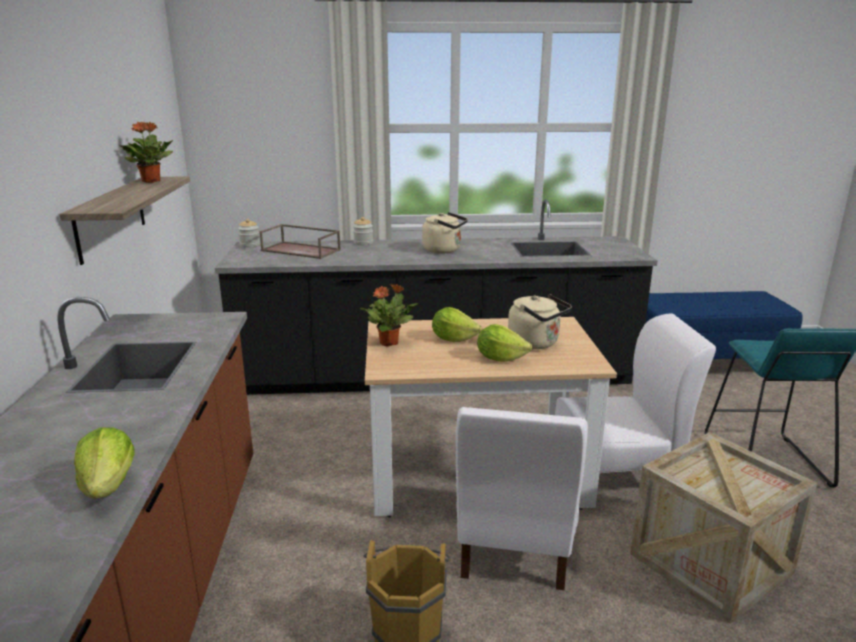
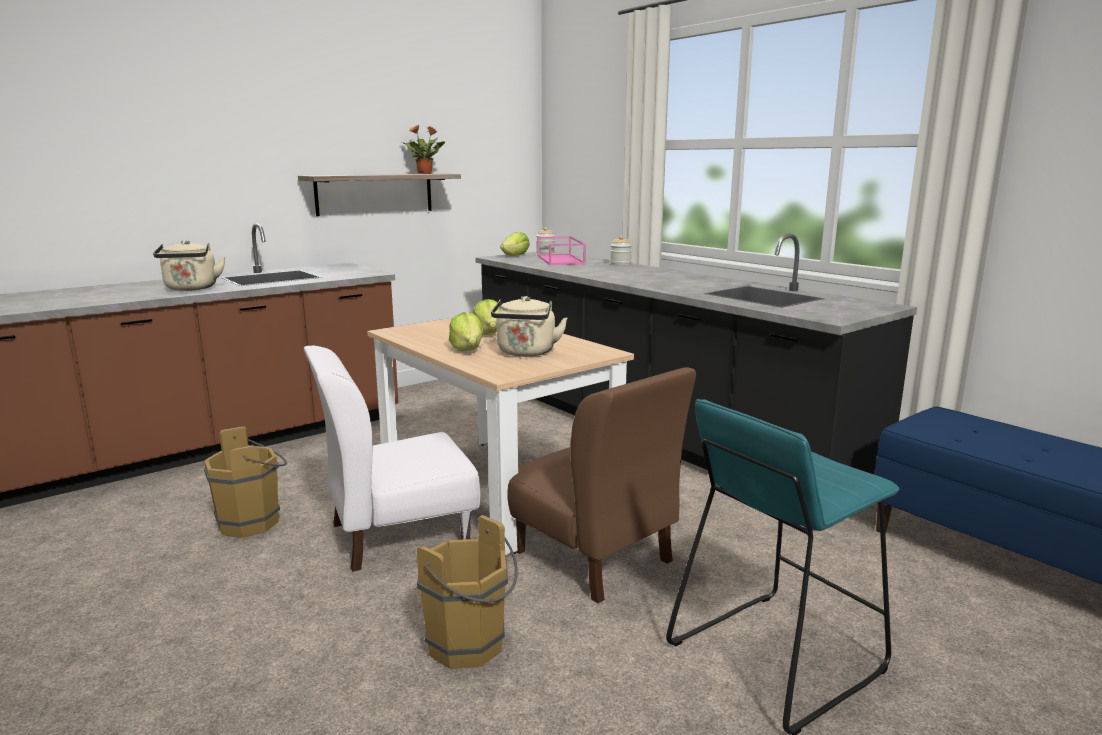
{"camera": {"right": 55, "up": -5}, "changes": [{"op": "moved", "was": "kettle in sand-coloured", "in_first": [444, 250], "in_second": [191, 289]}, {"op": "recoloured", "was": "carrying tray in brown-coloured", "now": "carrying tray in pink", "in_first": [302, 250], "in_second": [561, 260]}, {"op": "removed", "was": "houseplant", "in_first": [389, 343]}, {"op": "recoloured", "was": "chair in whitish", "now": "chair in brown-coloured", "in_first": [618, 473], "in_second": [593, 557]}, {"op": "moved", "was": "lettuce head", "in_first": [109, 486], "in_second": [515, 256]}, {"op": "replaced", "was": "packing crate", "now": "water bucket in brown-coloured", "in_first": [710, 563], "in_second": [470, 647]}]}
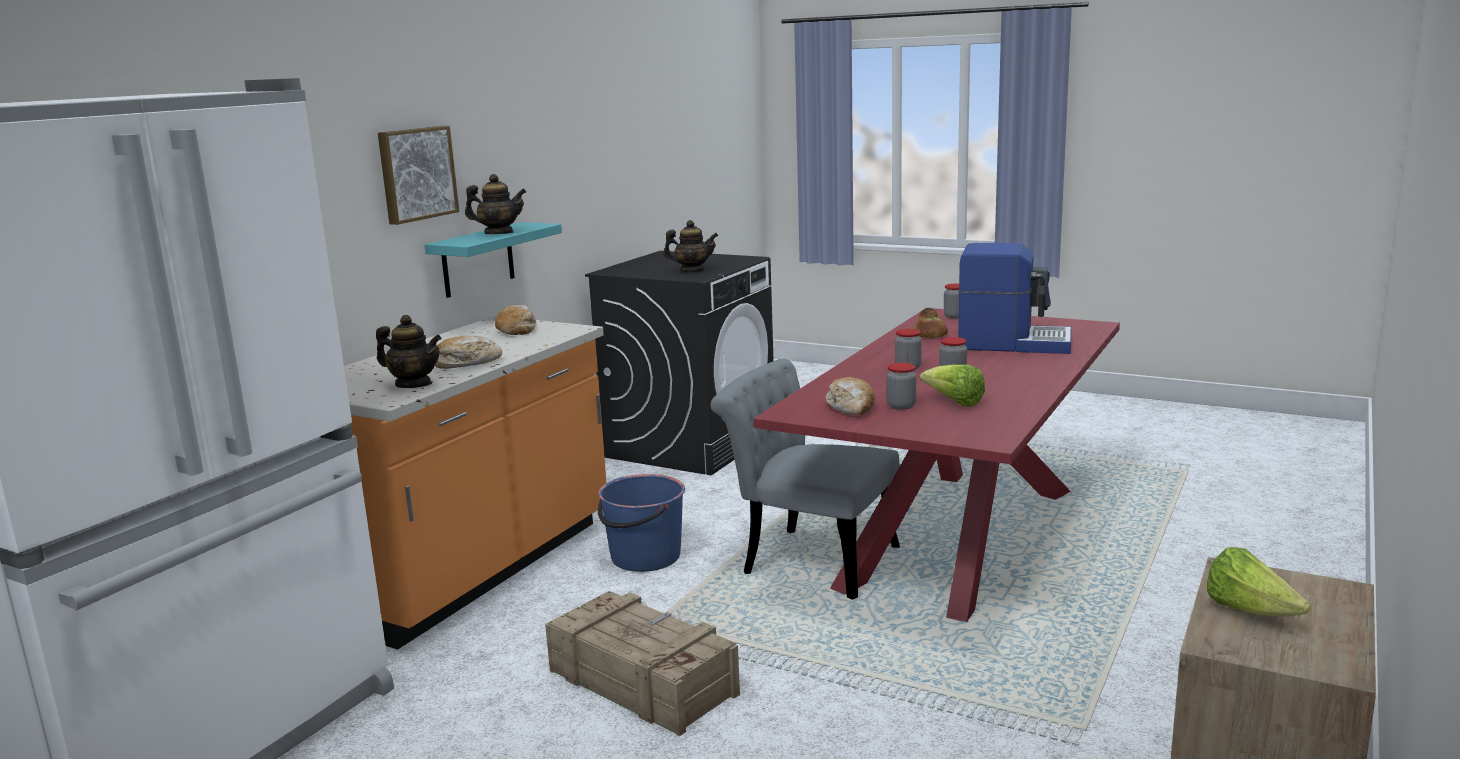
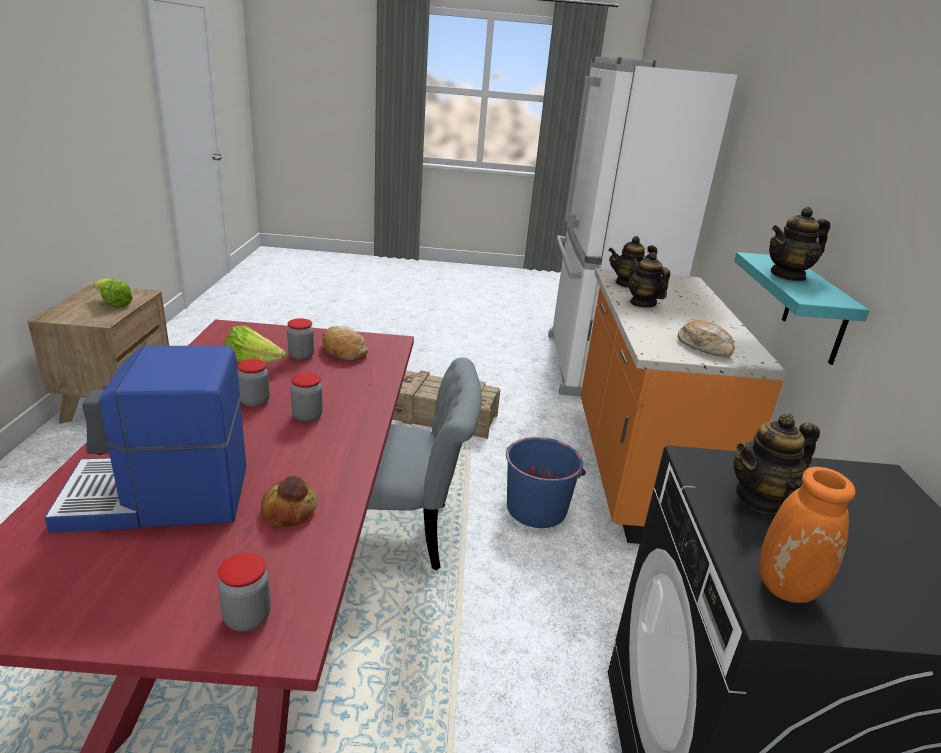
{"camera": {"right": 150, "up": 10}, "changes": [{"op": "removed", "was": "wall art", "in_first": [416, 174]}, {"op": "replaced", "was": "bread", "now": "tea pot", "in_first": [466, 363], "in_second": [642, 303]}, {"op": "added", "now": "flower vase in orangey", "in_second": [789, 588]}]}
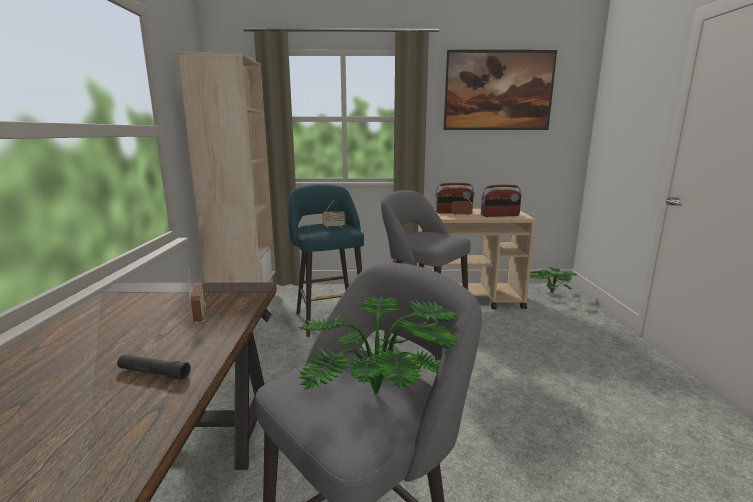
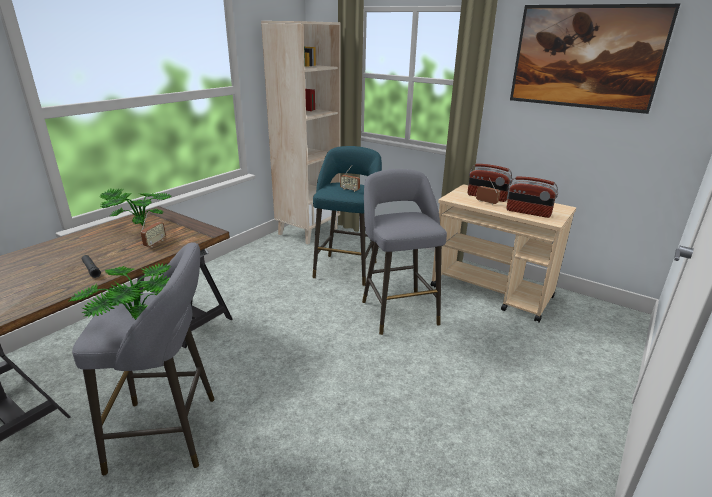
{"camera": {"right": 35, "up": 10}, "changes": [{"op": "moved", "was": "houseplant", "in_first": [549, 293], "in_second": [139, 226]}]}
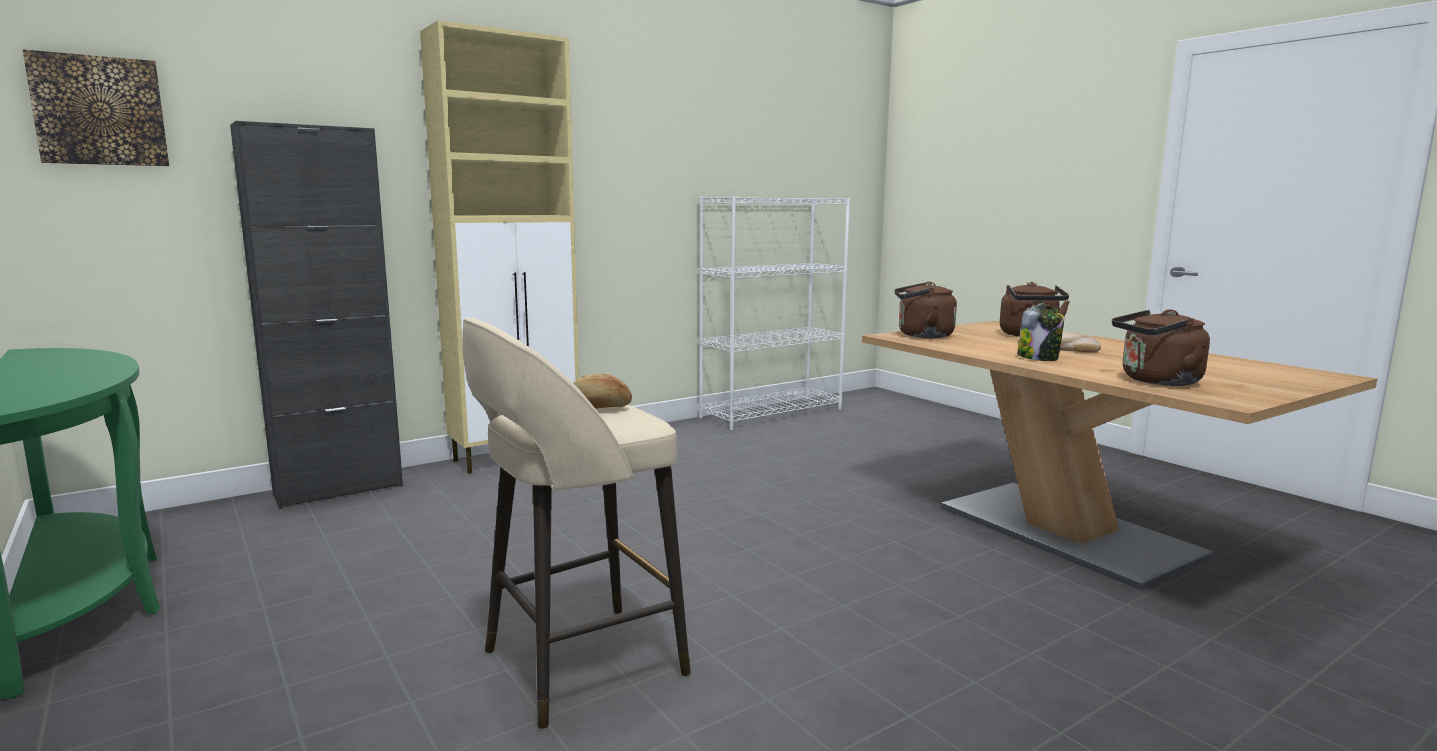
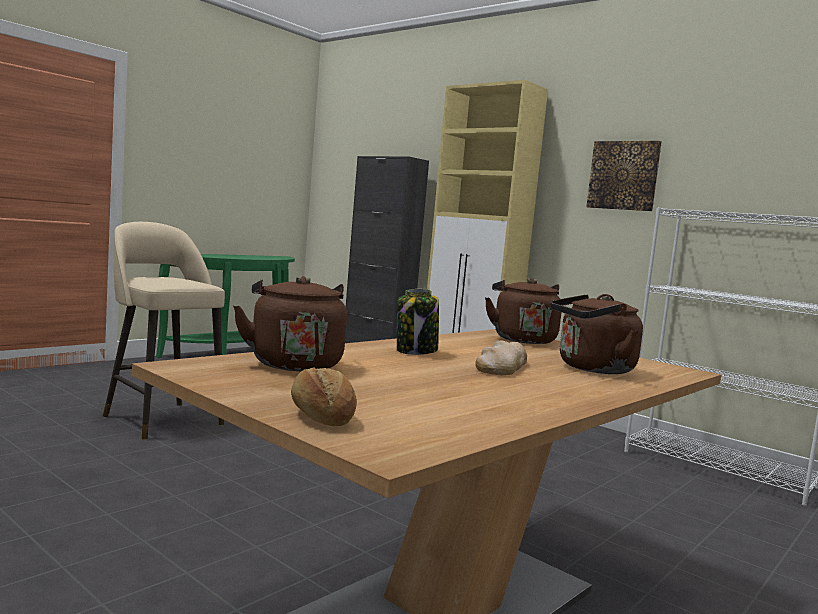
{"camera": {"right": 75, "up": -5}, "changes": [{"op": "moved", "was": "wall art", "in_first": [99, 111], "in_second": [623, 175]}, {"op": "moved", "was": "bread", "in_first": [598, 408], "in_second": [321, 417]}]}
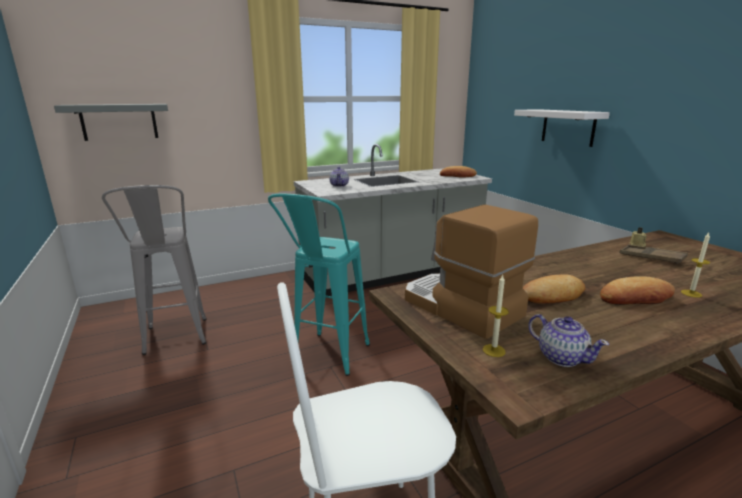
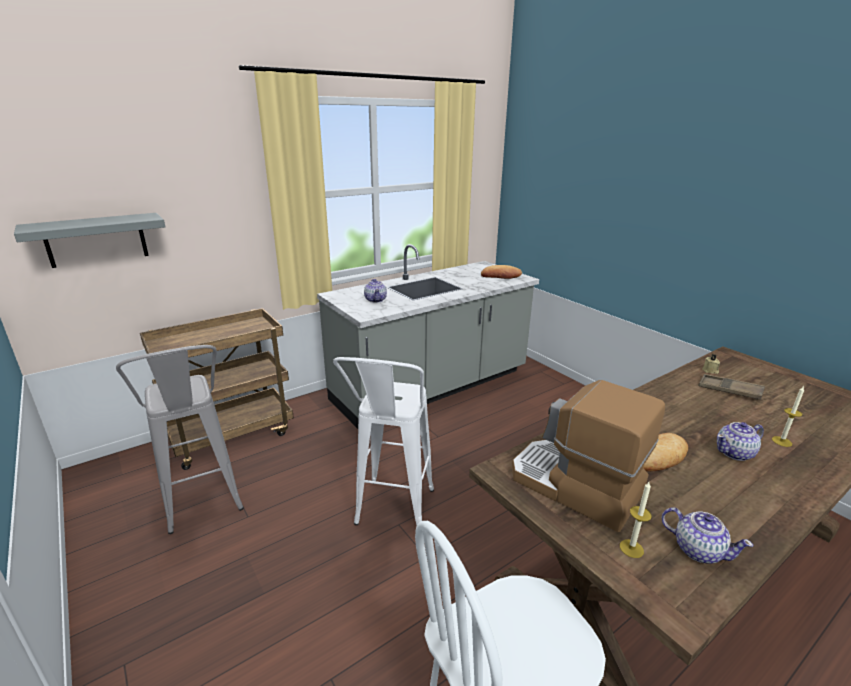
{"camera": {"right": -10, "up": 5}, "changes": [{"op": "removed", "was": "shelf in whitish", "in_first": [568, 127]}, {"op": "recoloured", "was": "stool seat in blue-green", "now": "stool seat in whitish", "in_first": [326, 360], "in_second": [392, 517]}, {"op": "replaced", "was": "bread", "now": "tea pot", "in_first": [635, 298], "in_second": [735, 453]}, {"op": "added", "now": "cart in brown-coloured", "in_second": [233, 435]}]}
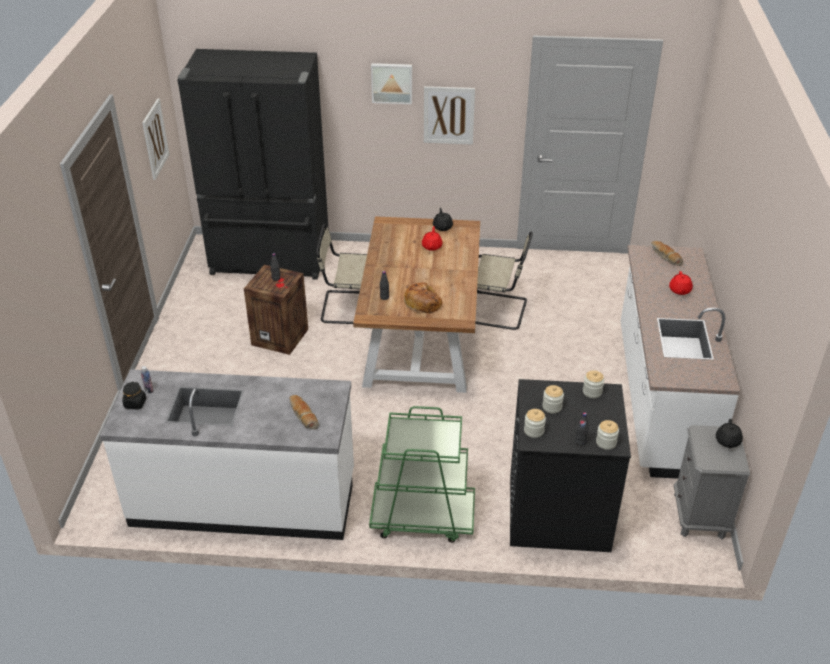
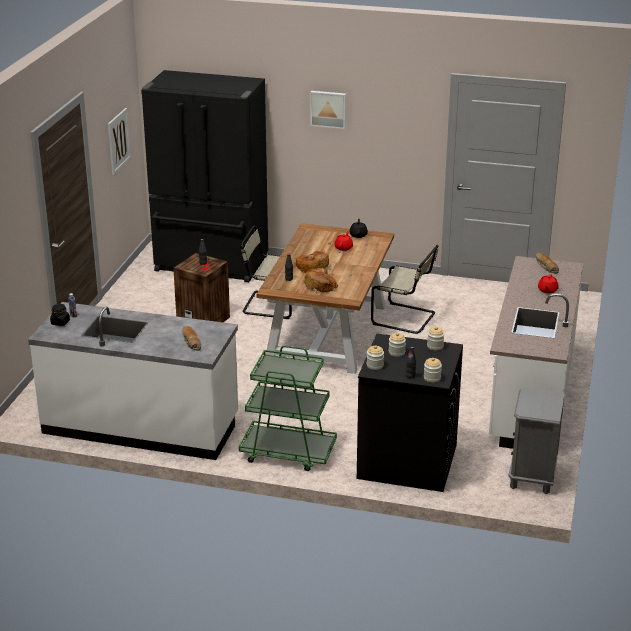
{"camera": {"right": 10, "up": -10}, "changes": [{"op": "removed", "was": "wall art", "in_first": [448, 115]}, {"op": "removed", "was": "tea pot in black", "in_first": [727, 441]}, {"op": "added", "now": "bread", "in_second": [311, 267]}]}
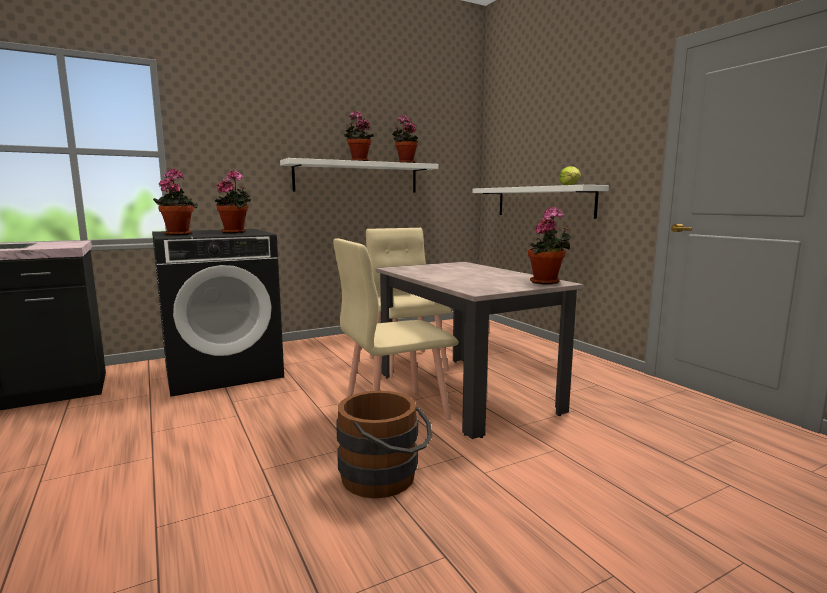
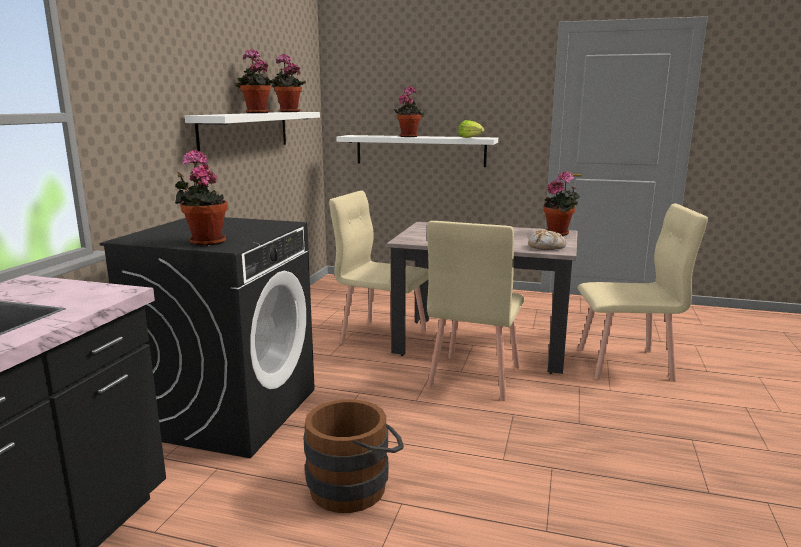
{"camera": {"right": -45, "up": 5}, "changes": [{"op": "moved", "was": "houseplant", "in_first": [236, 232], "in_second": [409, 136]}, {"op": "moved", "was": "water bucket in brown-coloured", "in_first": [385, 478], "in_second": [355, 486]}, {"op": "added", "now": "chair in sand-coloured", "in_second": [625, 364]}, {"op": "added", "now": "bread", "in_second": [547, 247]}]}
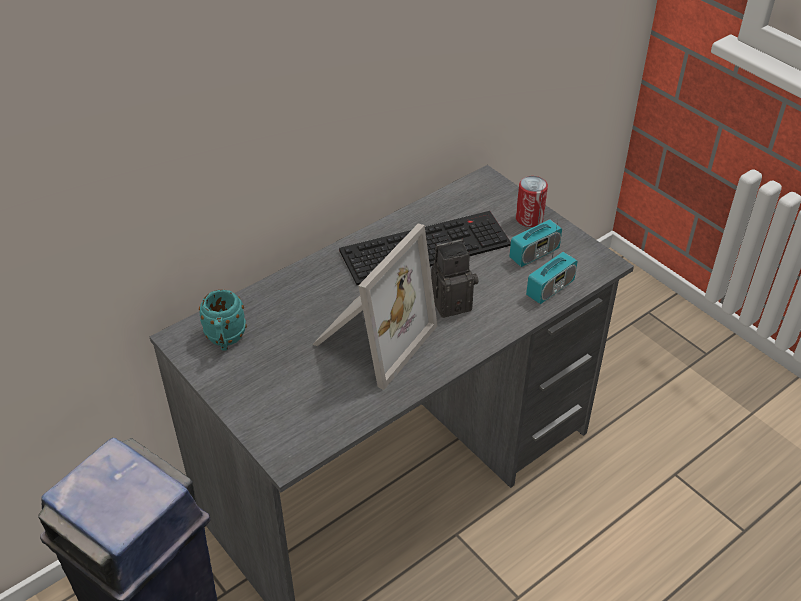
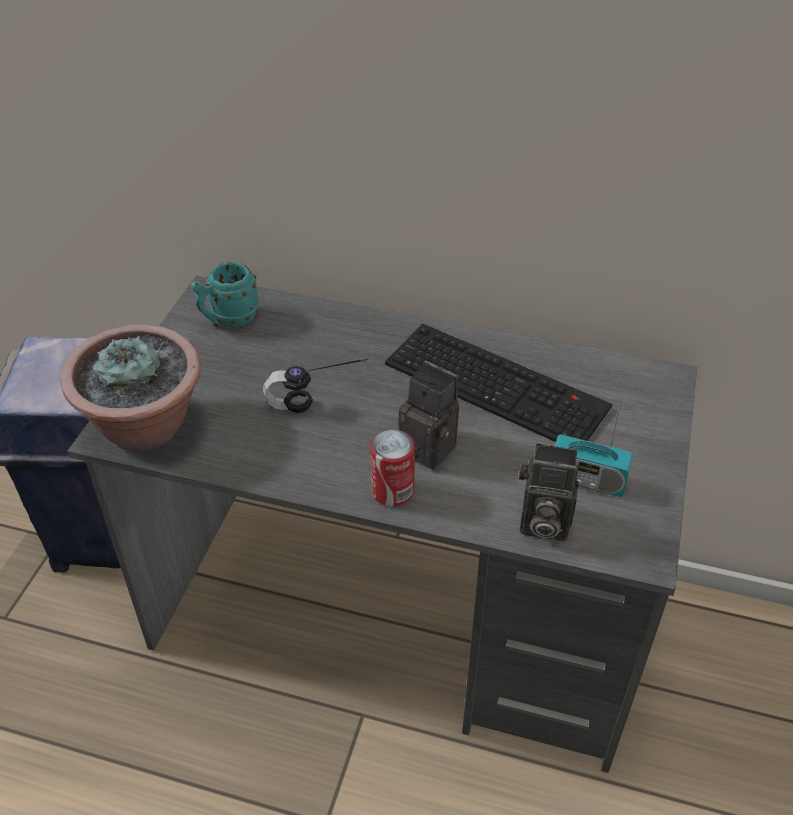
{"camera": {"right": 55, "up": 0}, "changes": [{"op": "moved", "was": "metal can", "in_first": [529, 218], "in_second": [392, 491]}, {"op": "replaced", "was": "radio", "now": "still camera", "in_first": [550, 288], "in_second": [541, 523]}, {"op": "replaced", "was": "photo frame", "now": "headphones", "in_first": [370, 338], "in_second": [317, 412]}, {"op": "added", "now": "houseplant", "in_second": [146, 427]}]}
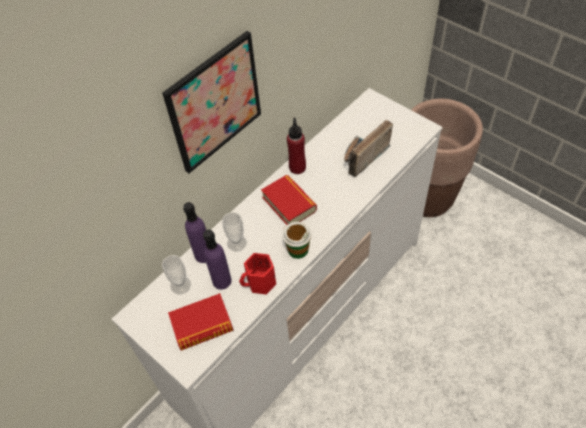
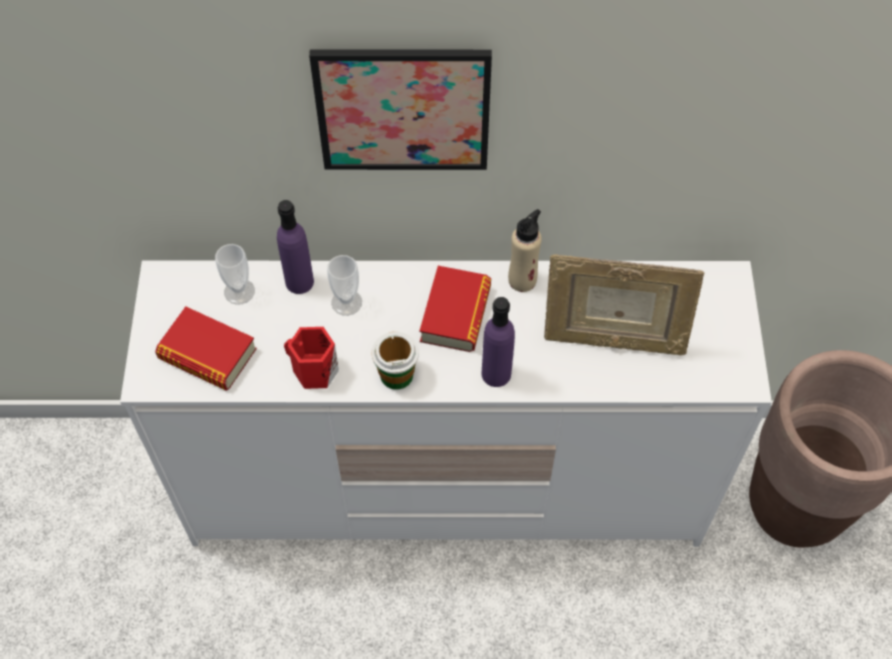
{"camera": {"right": 45, "up": 5}, "changes": [{"op": "recoloured", "was": "drink bottle in reddish", "now": "drink bottle in sand-coloured", "in_first": [297, 167], "in_second": [522, 280]}, {"op": "replaced", "was": "radio", "now": "photo frame", "in_first": [361, 157], "in_second": [612, 340]}, {"op": "moved", "was": "drink bottle in purple", "in_first": [222, 281], "in_second": [496, 373]}]}
